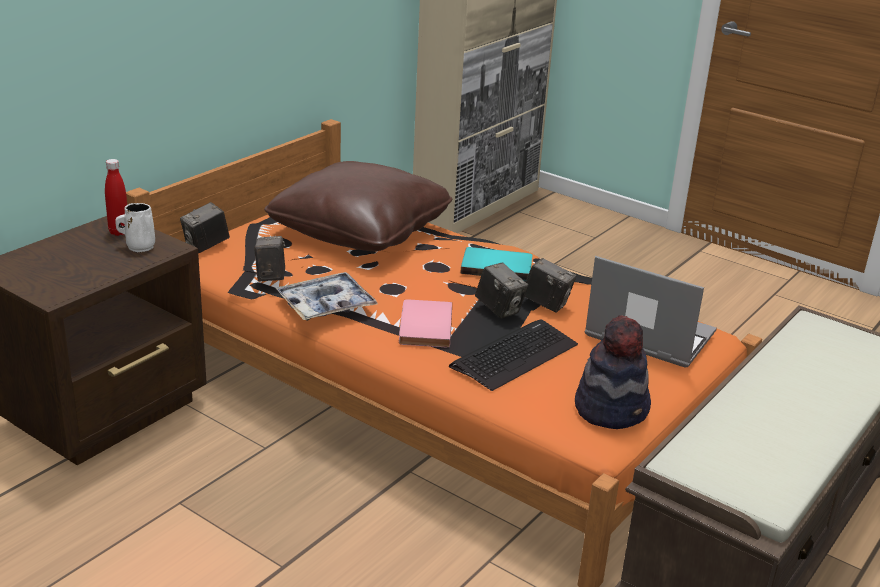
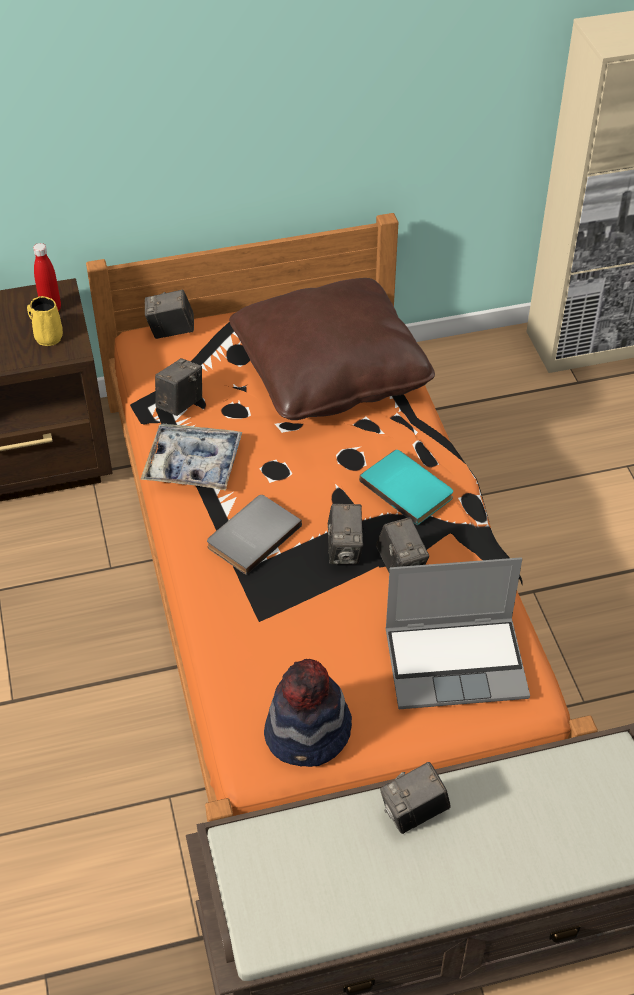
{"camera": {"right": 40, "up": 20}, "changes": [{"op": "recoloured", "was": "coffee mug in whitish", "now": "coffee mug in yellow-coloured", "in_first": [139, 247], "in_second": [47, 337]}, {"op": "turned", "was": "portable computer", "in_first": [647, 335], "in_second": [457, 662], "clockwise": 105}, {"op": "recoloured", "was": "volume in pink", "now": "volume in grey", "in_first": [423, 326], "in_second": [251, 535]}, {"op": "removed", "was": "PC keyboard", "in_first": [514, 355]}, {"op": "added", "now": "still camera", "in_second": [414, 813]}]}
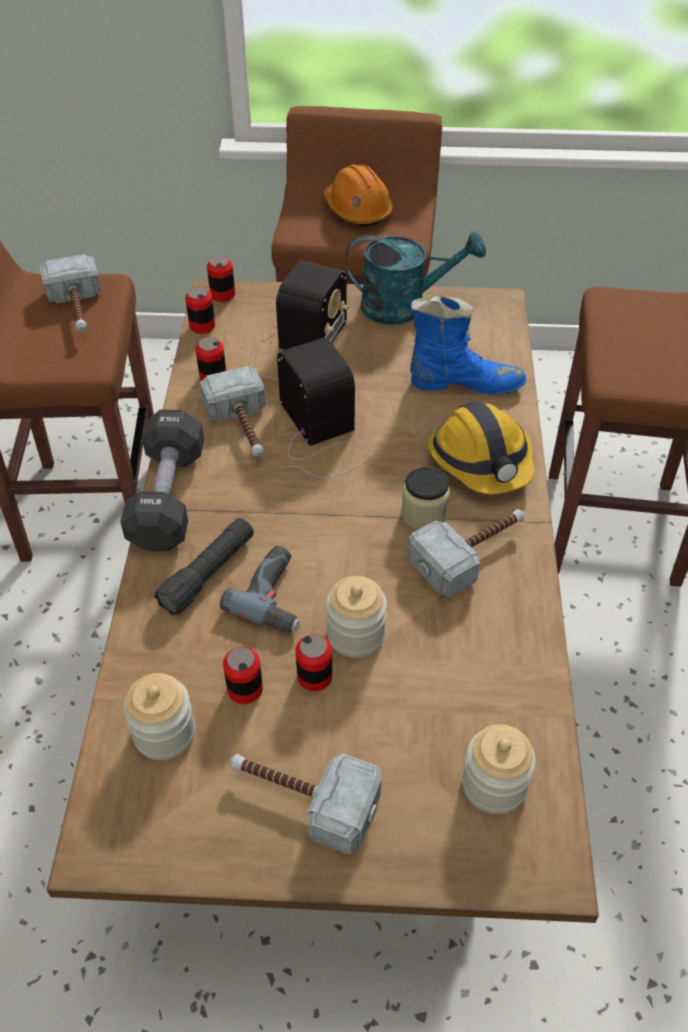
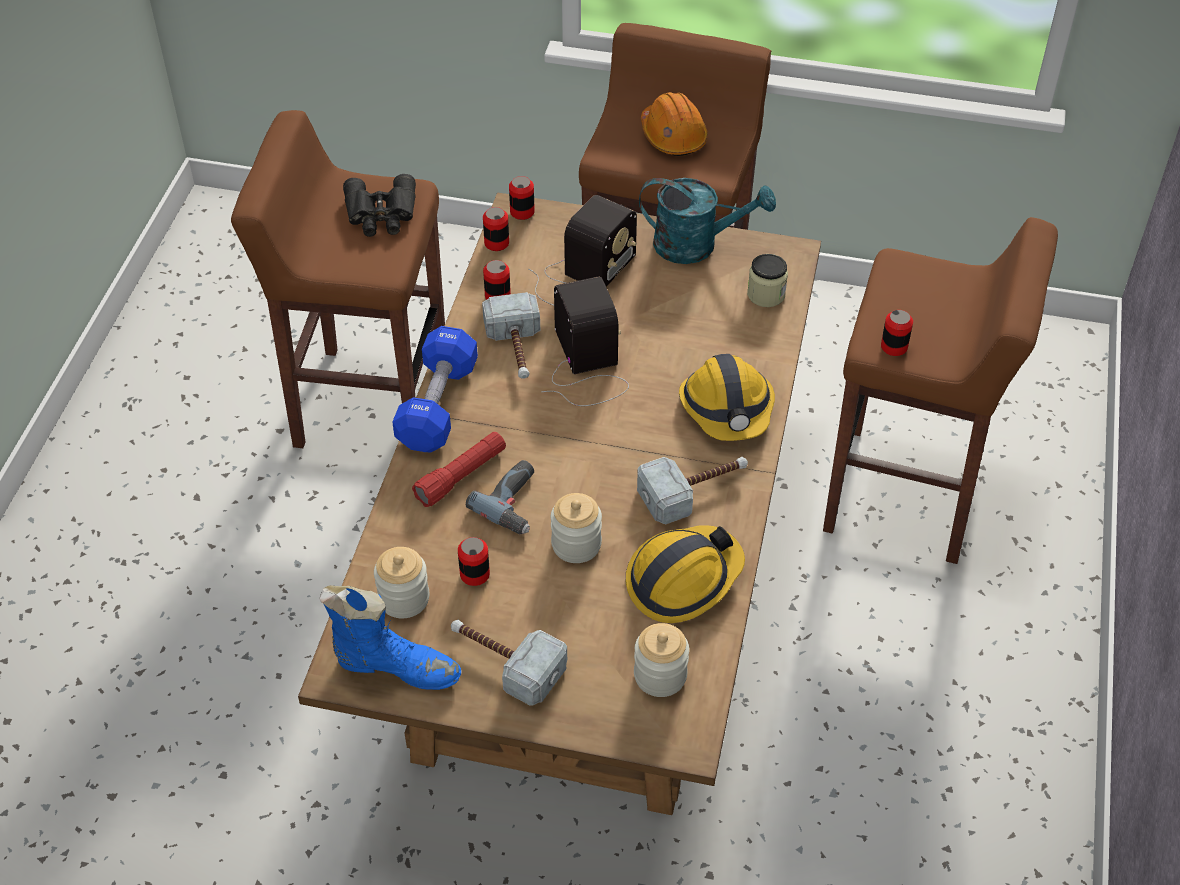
{"camera": {"right": 10, "up": 0}, "changes": [{"op": "replaced", "was": "hammer", "now": "pair of binoculars in black", "in_first": [78, 310], "in_second": [381, 214]}, {"op": "moved", "was": "boot in blue", "in_first": [463, 383], "in_second": [396, 667]}, {"op": "recoloured", "was": "hand weight in black", "now": "hand weight in blue", "in_first": [168, 497], "in_second": [437, 405]}, {"op": "moved", "was": "preserve jar", "in_first": [424, 514], "in_second": [766, 294]}, {"op": "recoloured", "was": "flashlight in black", "now": "flashlight in reddish", "in_first": [208, 574], "in_second": [461, 476]}, {"op": "moved", "was": "metal can", "in_first": [314, 677], "in_second": [894, 347]}, {"op": "added", "now": "safety helmet", "in_second": [683, 580]}]}
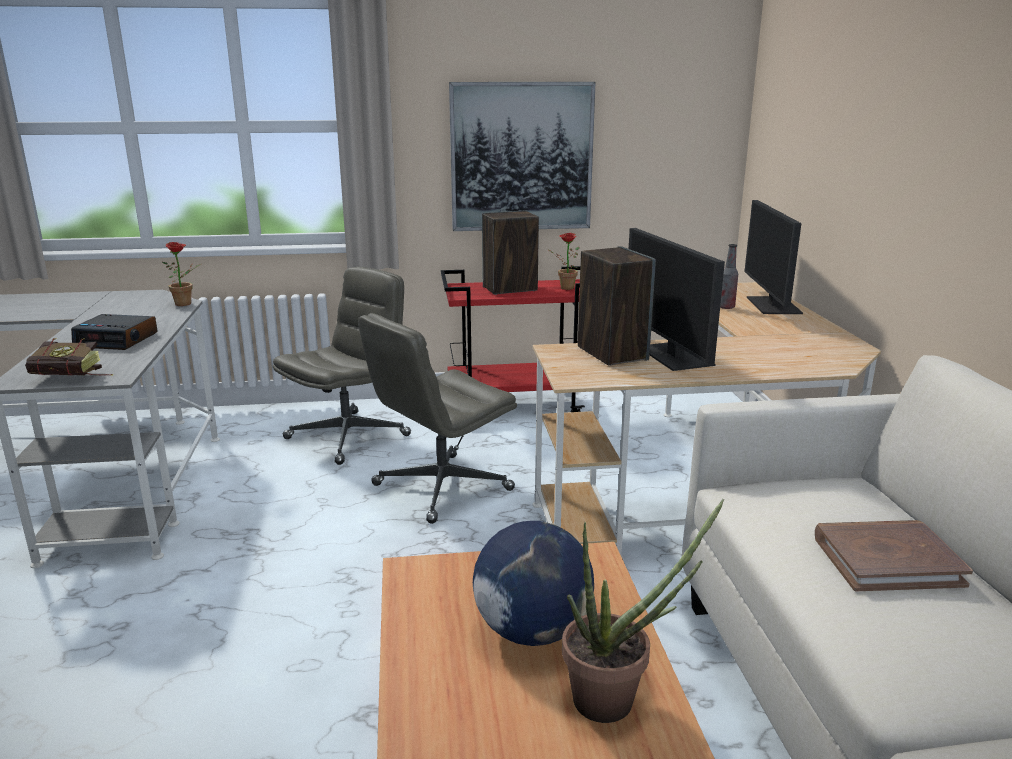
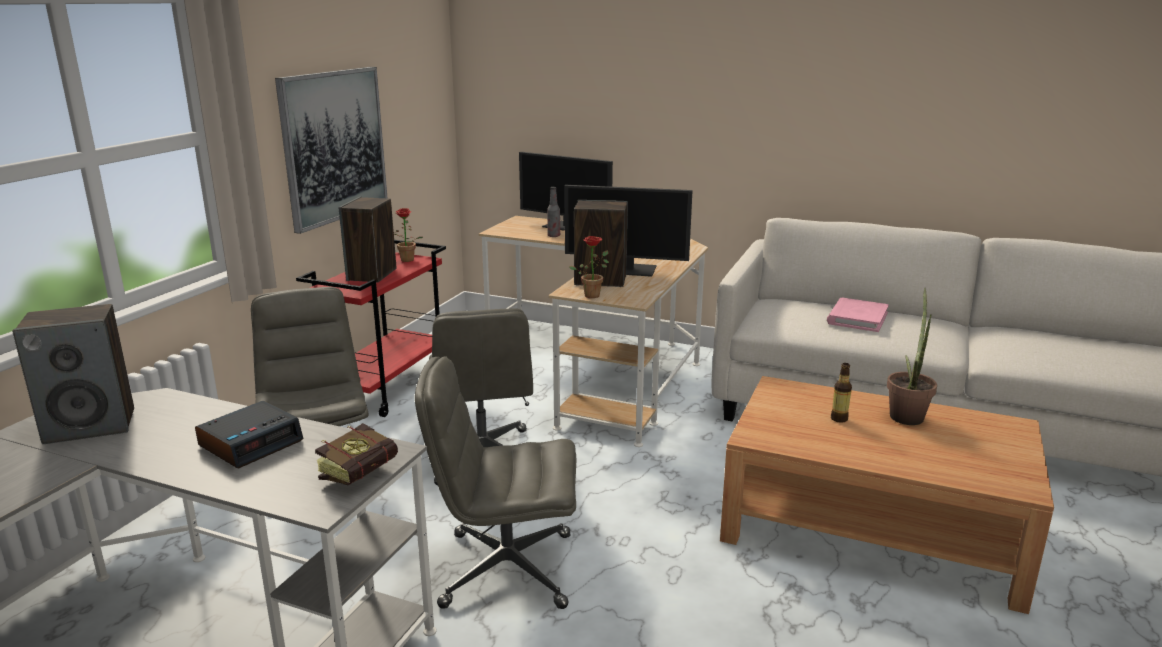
{"camera": {"right": -60, "up": 0}, "changes": [{"op": "moved", "was": "houseplant", "in_first": [187, 304], "in_second": [593, 294]}, {"op": "recoloured", "was": "volume in brown-coloured", "now": "volume in pink", "in_first": [887, 560], "in_second": [857, 318]}, {"op": "replaced", "was": "desk globe", "now": "drink bottle", "in_first": [532, 631], "in_second": [839, 419]}, {"op": "added", "now": "loudspeaker", "in_second": [91, 426]}, {"op": "added", "now": "office chair in grey", "in_second": [505, 570]}]}
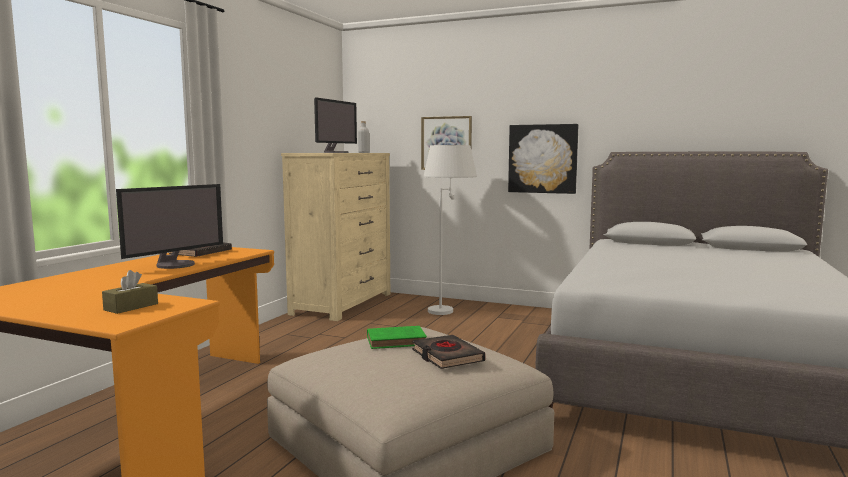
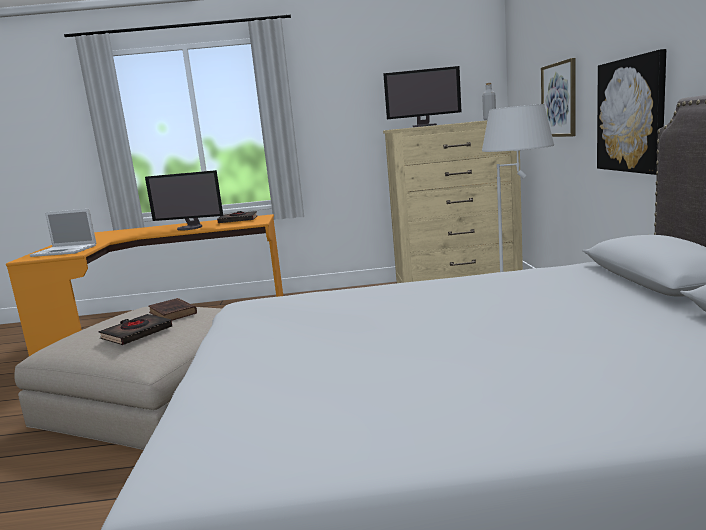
{"camera": {"right": 65, "up": 5}, "changes": [{"op": "replaced", "was": "tissue holder in brown-coloured", "now": "portable computer", "in_first": [131, 307], "in_second": [65, 251]}, {"op": "recoloured", "was": "volume in greenish", "now": "volume in brown-coloured", "in_first": [398, 341], "in_second": [173, 313]}]}
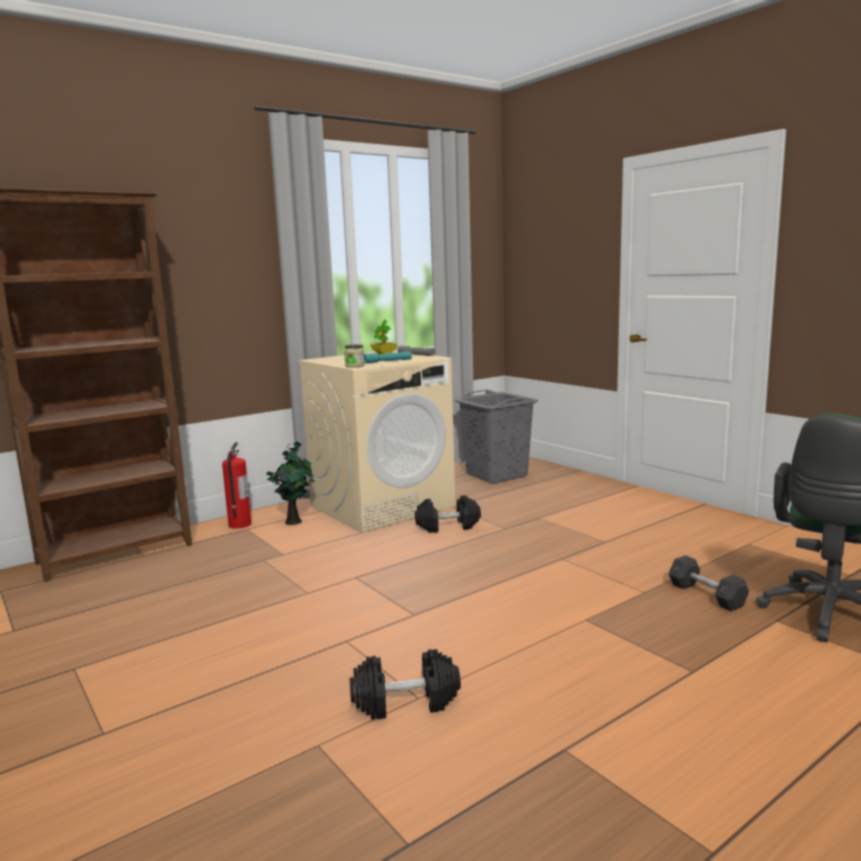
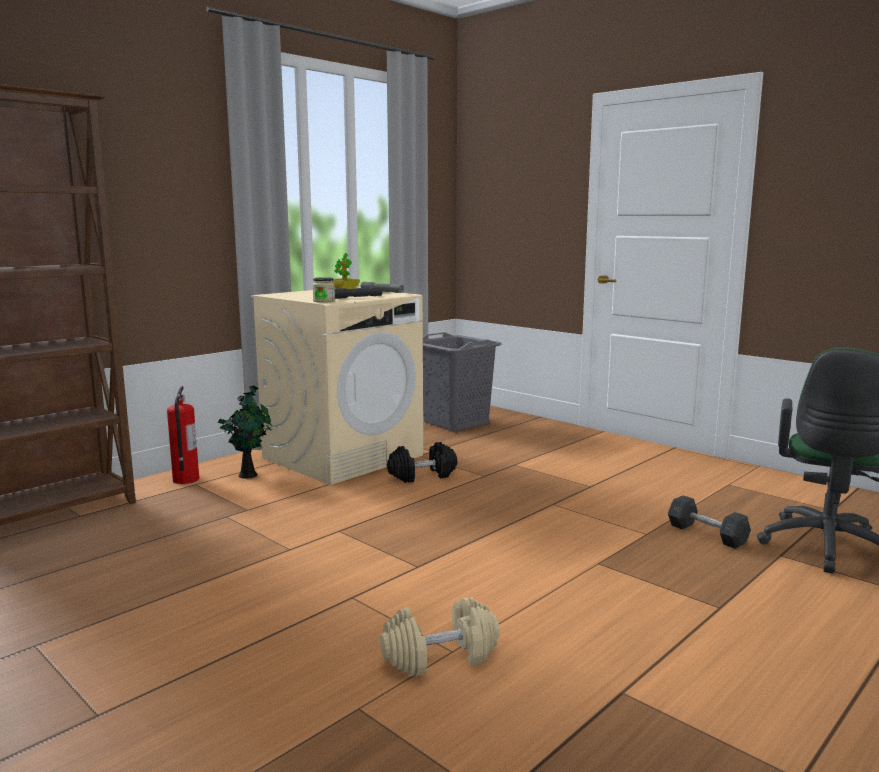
{"camera": {"right": -10, "up": 0}, "changes": [{"op": "recoloured", "was": "flashlight in blue-green", "now": "flashlight in grey", "in_first": [388, 361], "in_second": [357, 297]}, {"op": "recoloured", "was": "hand weight in black", "now": "hand weight in sand-coloured", "in_first": [406, 702], "in_second": [440, 656]}]}
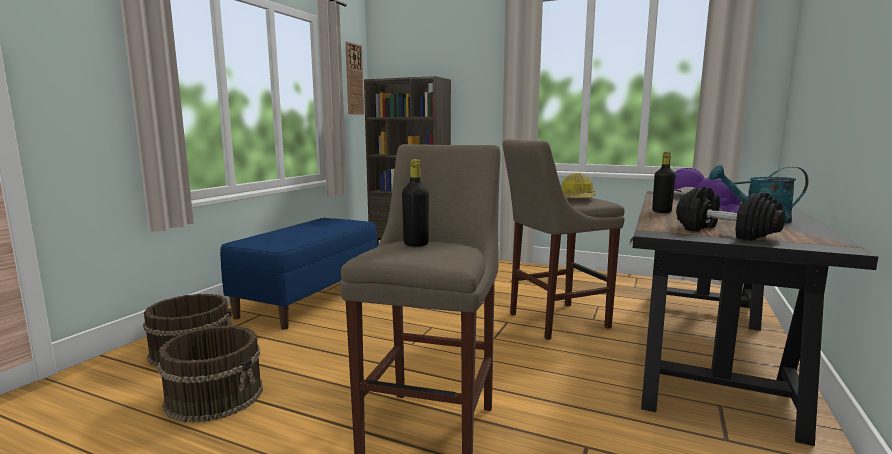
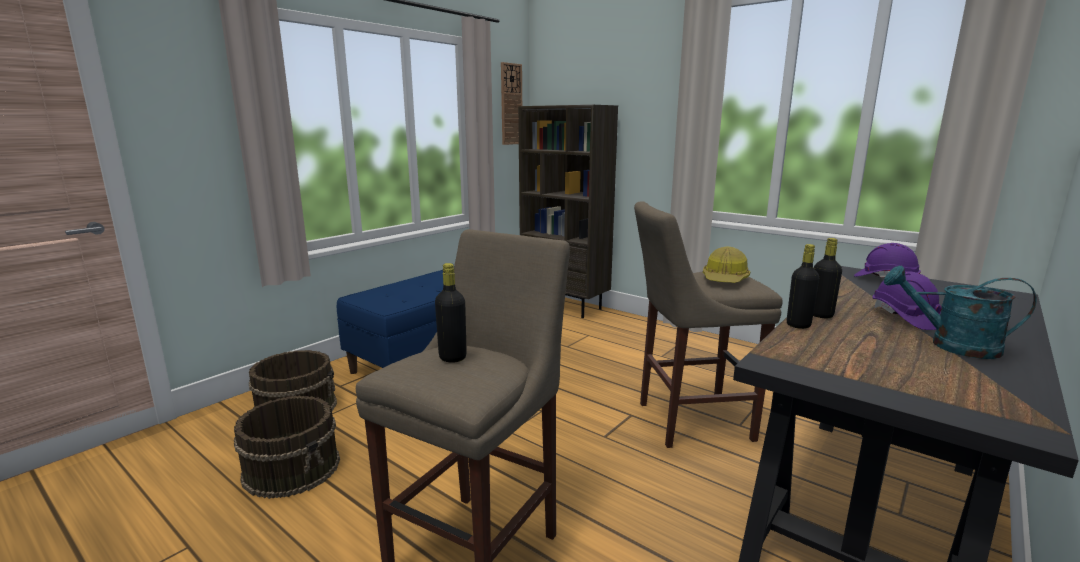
{"camera": {"right": 15, "up": 5}, "changes": [{"op": "removed", "was": "hand weight in black", "in_first": [725, 232]}, {"op": "added", "now": "drink bottle in black", "in_second": [798, 325]}]}
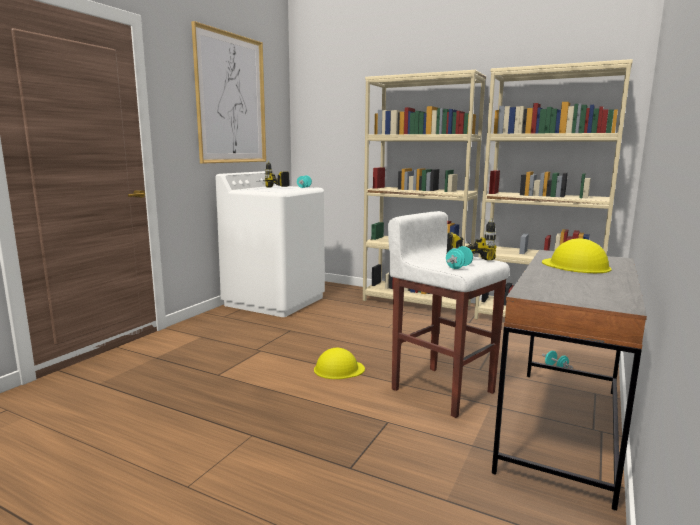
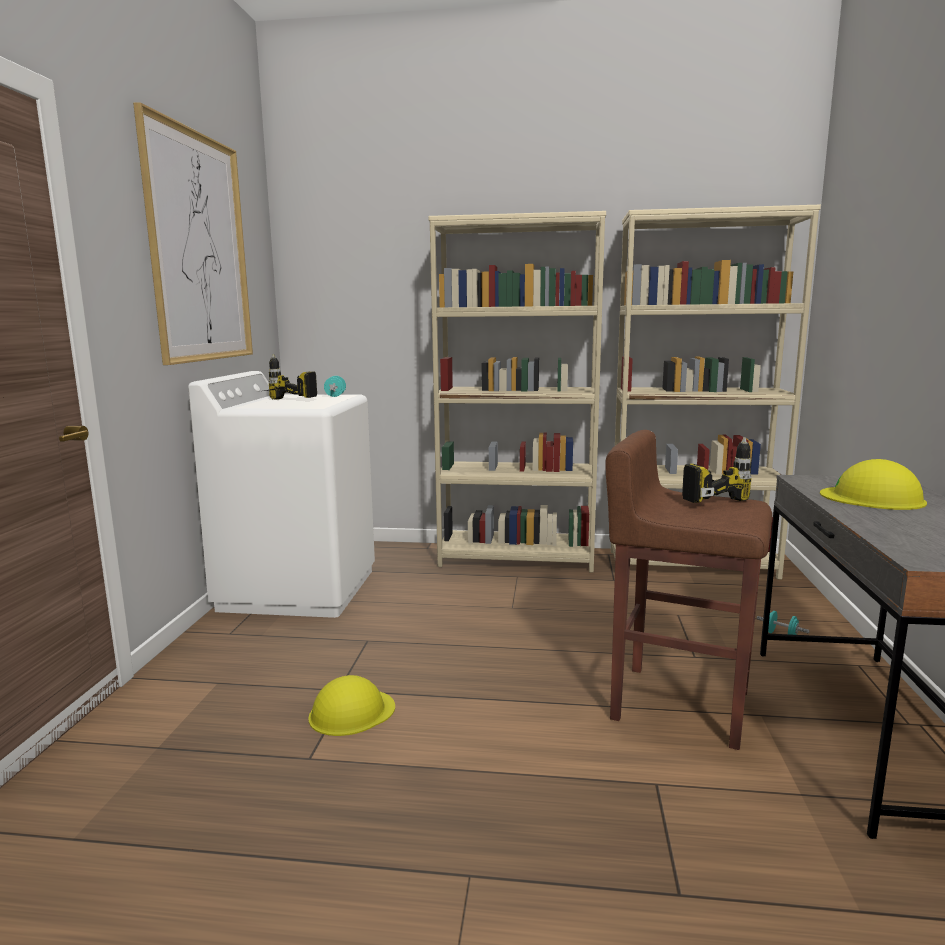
{"camera": {"right": -20, "up": 0}, "changes": [{"op": "recoloured", "was": "stool seat in whitish", "now": "stool seat in brown-coloured", "in_first": [442, 389], "in_second": [678, 703]}, {"op": "removed", "was": "hand weight in blue-green", "in_first": [458, 267]}, {"op": "moved", "was": "safety helmet in yellow-coloured", "in_first": [338, 369], "in_second": [351, 712]}]}
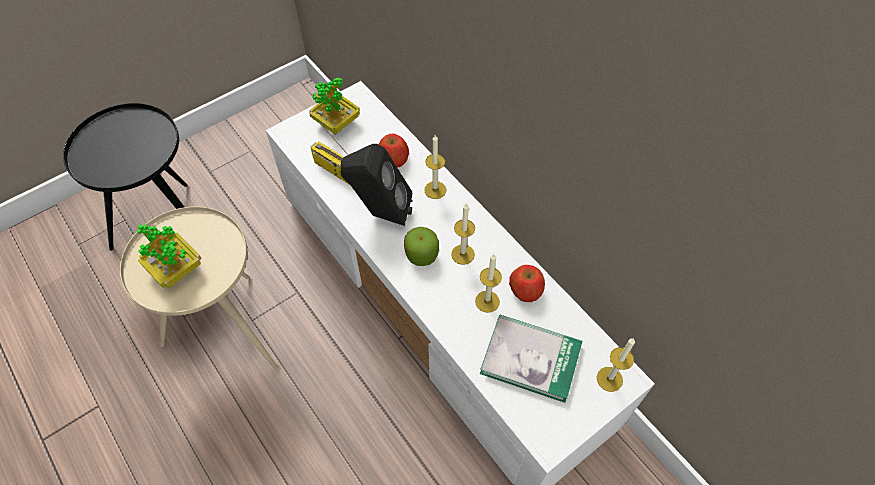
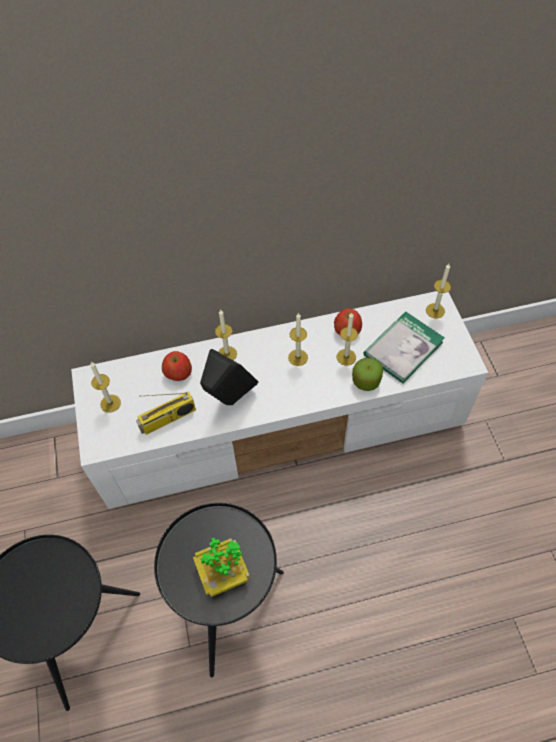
{"camera": {"right": -65, "up": 0}, "changes": [{"op": "replaced", "was": "houseplant", "now": "wax candle", "in_first": [336, 123], "in_second": [110, 403]}, {"op": "recoloured", "was": "end table in sand-coloured", "now": "end table in black", "in_first": [230, 334], "in_second": [230, 605]}, {"op": "moved", "was": "apple fruit", "in_first": [421, 254], "in_second": [366, 381]}]}
